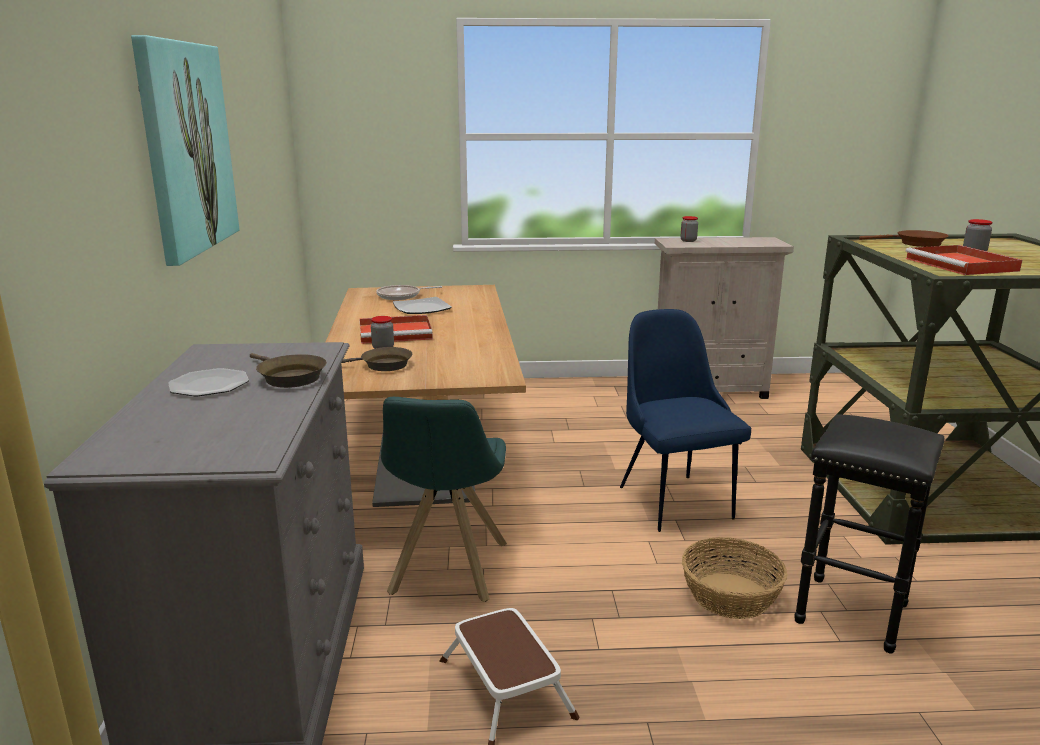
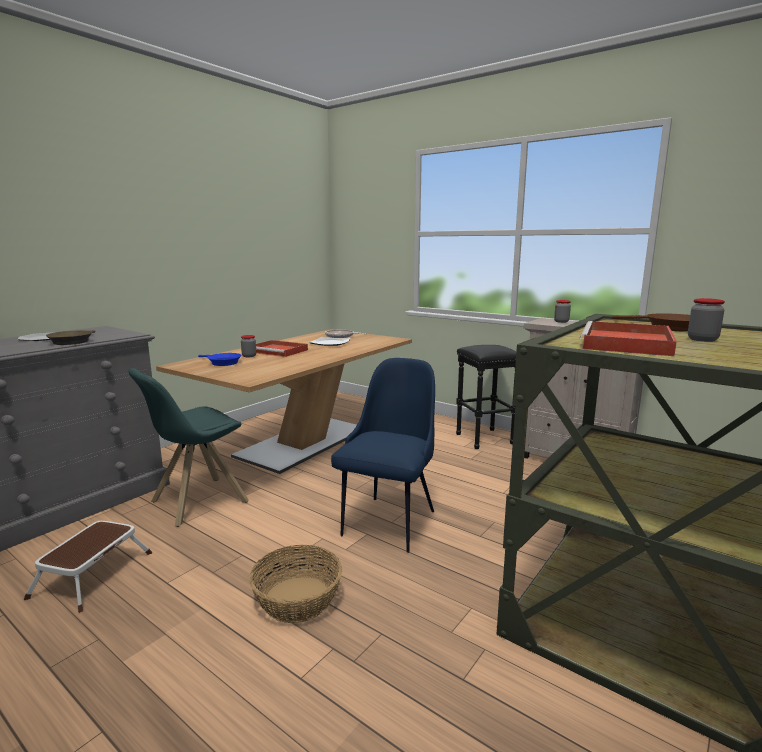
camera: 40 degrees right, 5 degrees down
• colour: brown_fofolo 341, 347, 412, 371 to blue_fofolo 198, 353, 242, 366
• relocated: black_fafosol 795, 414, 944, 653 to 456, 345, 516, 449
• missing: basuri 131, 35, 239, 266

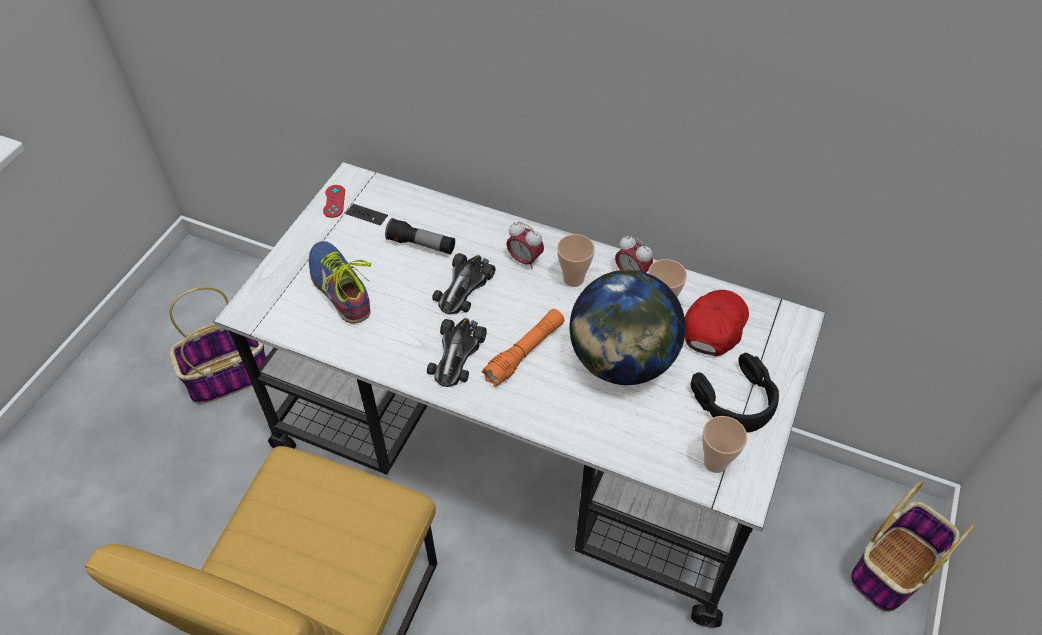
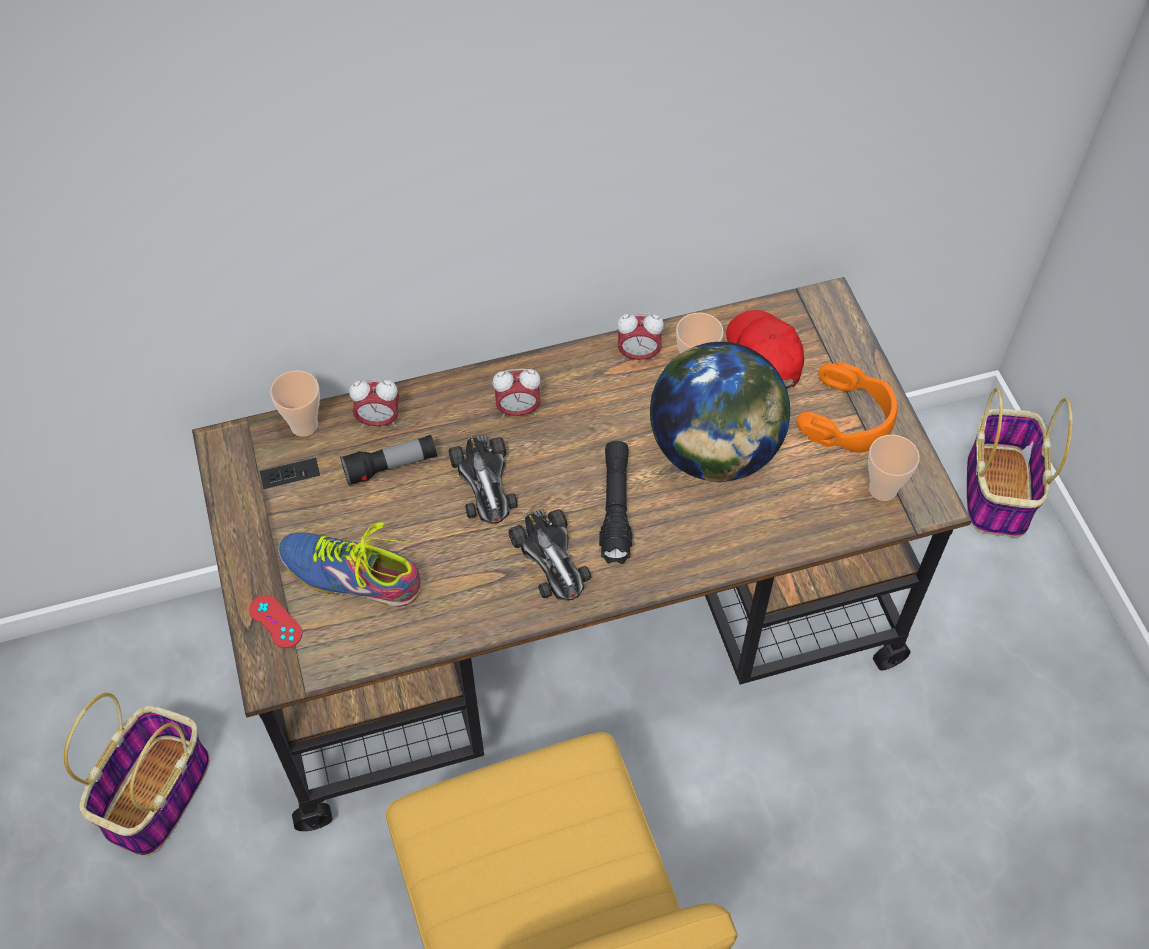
camera: 40 degrees left, 5 degrees up
• colour: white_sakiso 213, 162, 825, 628 to brown_sakiso 192, 277, 972, 831
• relocated: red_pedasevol 323, 185, 345, 218 to 249, 595, 303, 648
• relocated: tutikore 557, 234, 595, 287 to 270, 371, 320, 437
• appeared: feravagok 349, 379, 399, 428
• colour: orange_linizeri 481, 309, 565, 387 to black_linizeri 599, 441, 632, 564
• colour: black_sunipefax 690, 353, 779, 433 to orange_sunipefax 796, 361, 897, 453

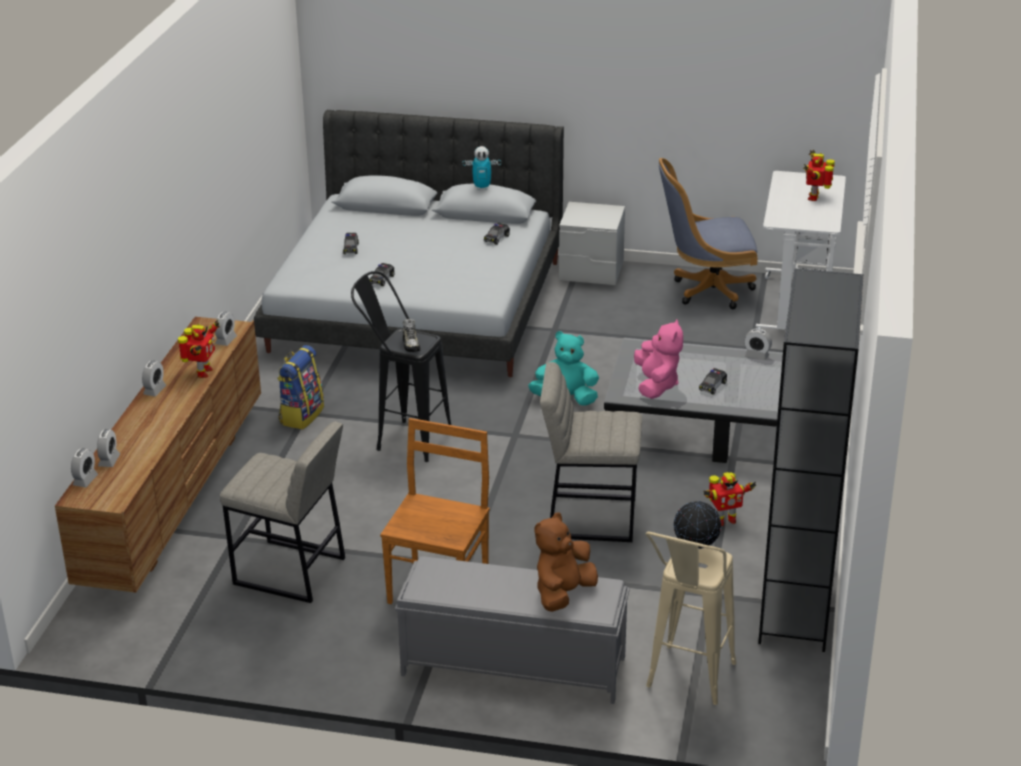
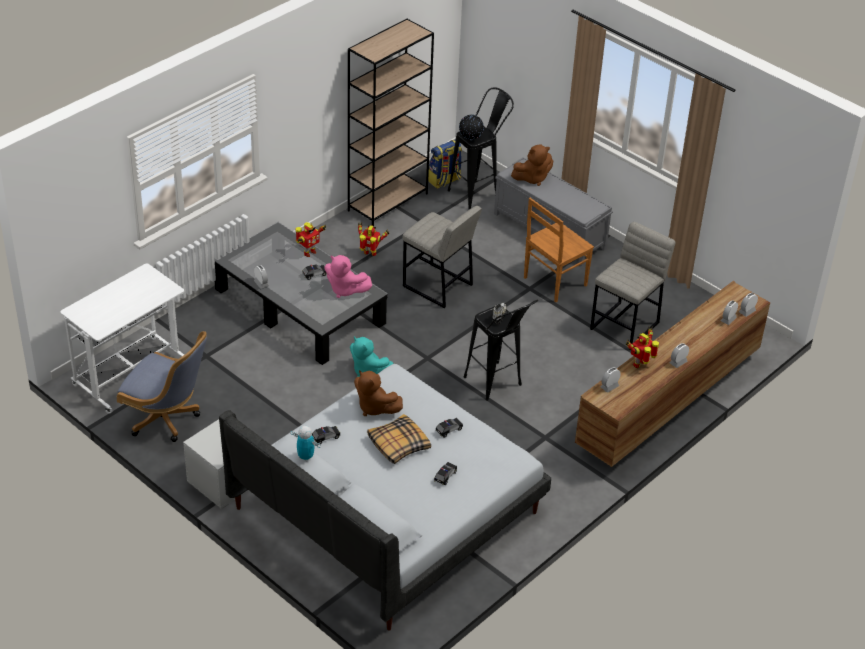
camera: 150 degrees left, 10 degrees up
• relocated: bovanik 803, 150, 835, 201 to 296, 222, 326, 257
• spun: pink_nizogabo 634, 319, 683, 399 = 324, 255, 372, 298 90 degrees counterclockwise
• colour: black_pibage 758, 268, 864, 652 to beige_pibage 348, 19, 434, 227
• appeared: brown_nizogabo 354, 370, 403, 416
• appeared: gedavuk 367, 414, 431, 464
• relocated: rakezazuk 277, 345, 324, 429 to 428, 139, 462, 189
• colour: beige_fafosol 646, 532, 736, 705 to black_fafosol 447, 87, 514, 210
• spun: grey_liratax 220, 421, 345, 603 = 590, 222, 675, 344 75 degrees clockwise

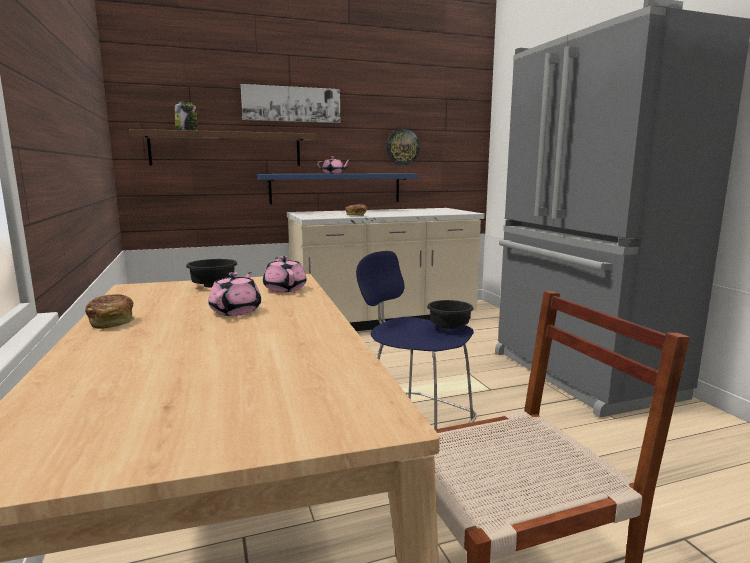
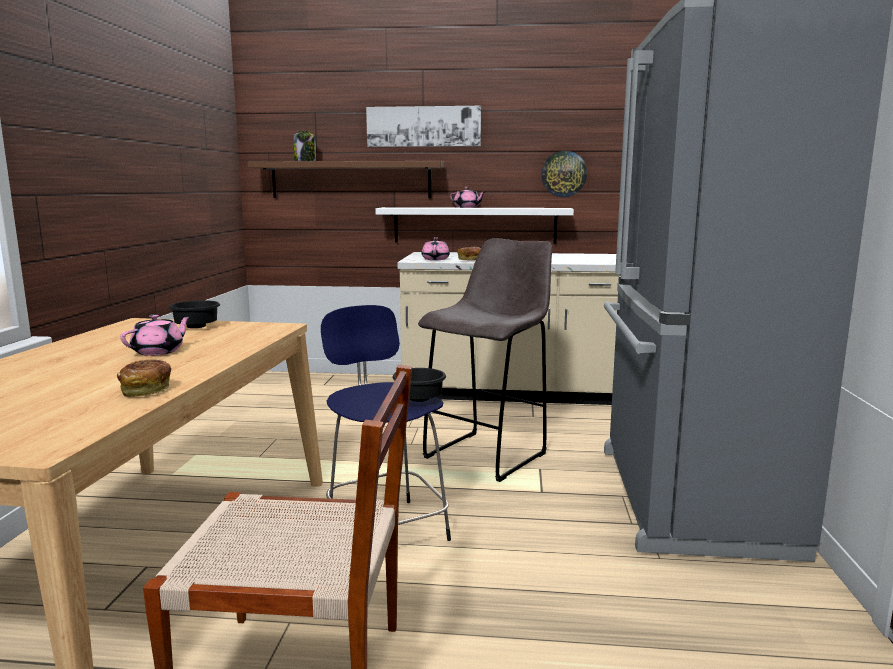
camera: 25 degrees right, 0 degrees up
• relocated: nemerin 85, 294, 134, 329 to 117, 360, 171, 397
• colour: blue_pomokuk 257, 174, 418, 204 to white_pomokuk 375, 207, 574, 244
• appeared: grey_fafosol 418, 238, 552, 482
• relocated: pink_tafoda 263, 256, 306, 292 to 422, 237, 450, 260

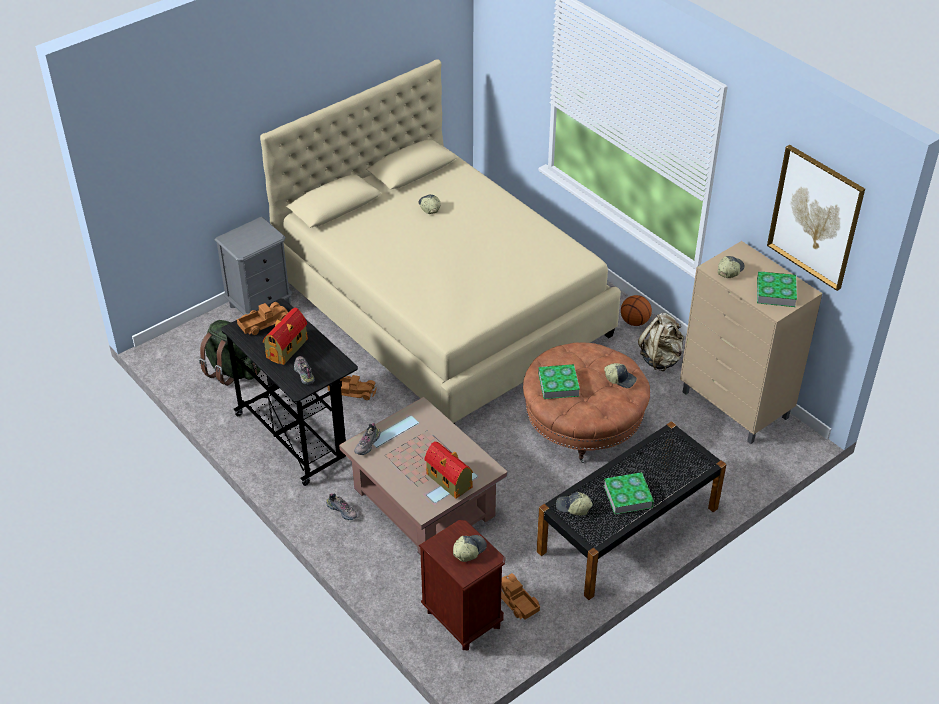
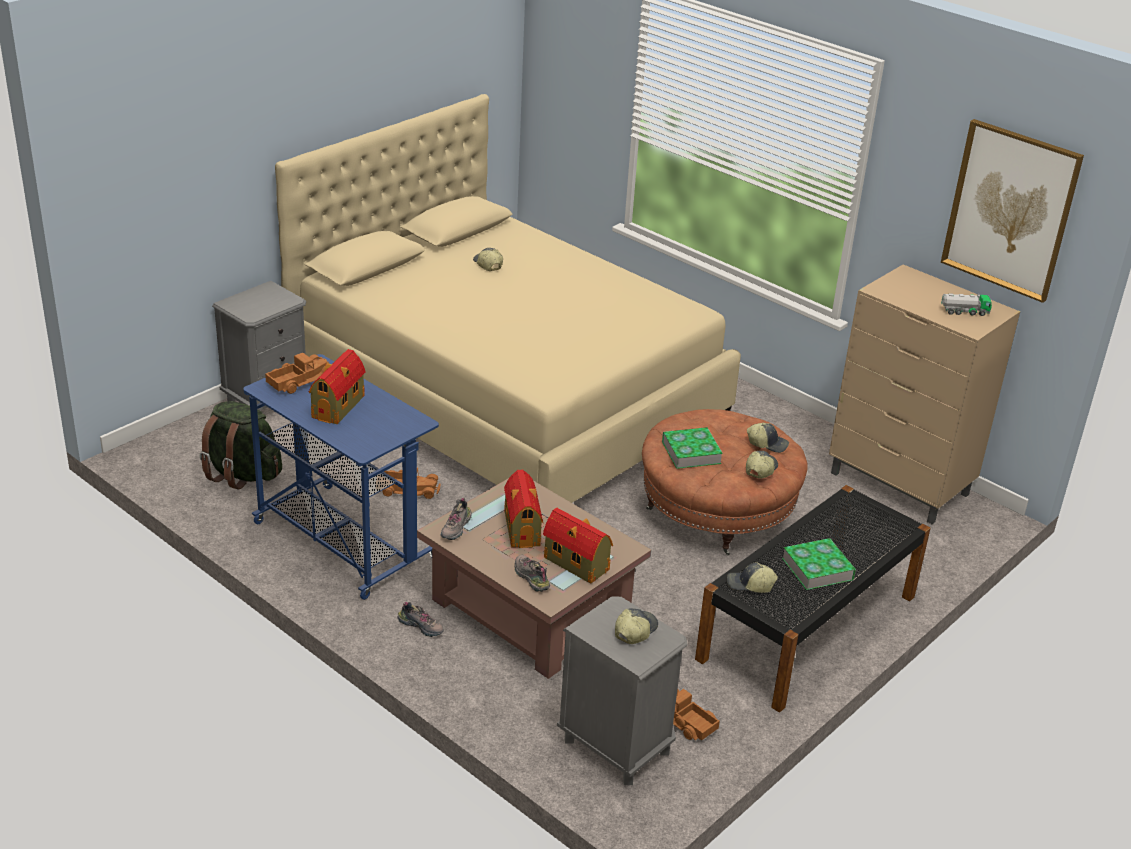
camera: 10 degrees left, 10 degrees down
• colour: black_sakiso 221, 298, 358, 486 to blue_sakiso 243, 354, 439, 600
• appeared: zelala 504, 470, 543, 548
• relocated: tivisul 294, 356, 315, 385 to 515, 555, 550, 592
• colour: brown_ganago 419, 520, 505, 651 to grey_ganago 557, 596, 688, 785
• relocated: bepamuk 718, 256, 745, 278 to 746, 451, 778, 479
• exchanged: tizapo 757, 271, 797, 307 to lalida 941, 293, 992, 316
• missing: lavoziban 621, 295, 652, 326
• missing: beige_rakezazuk 638, 313, 684, 371

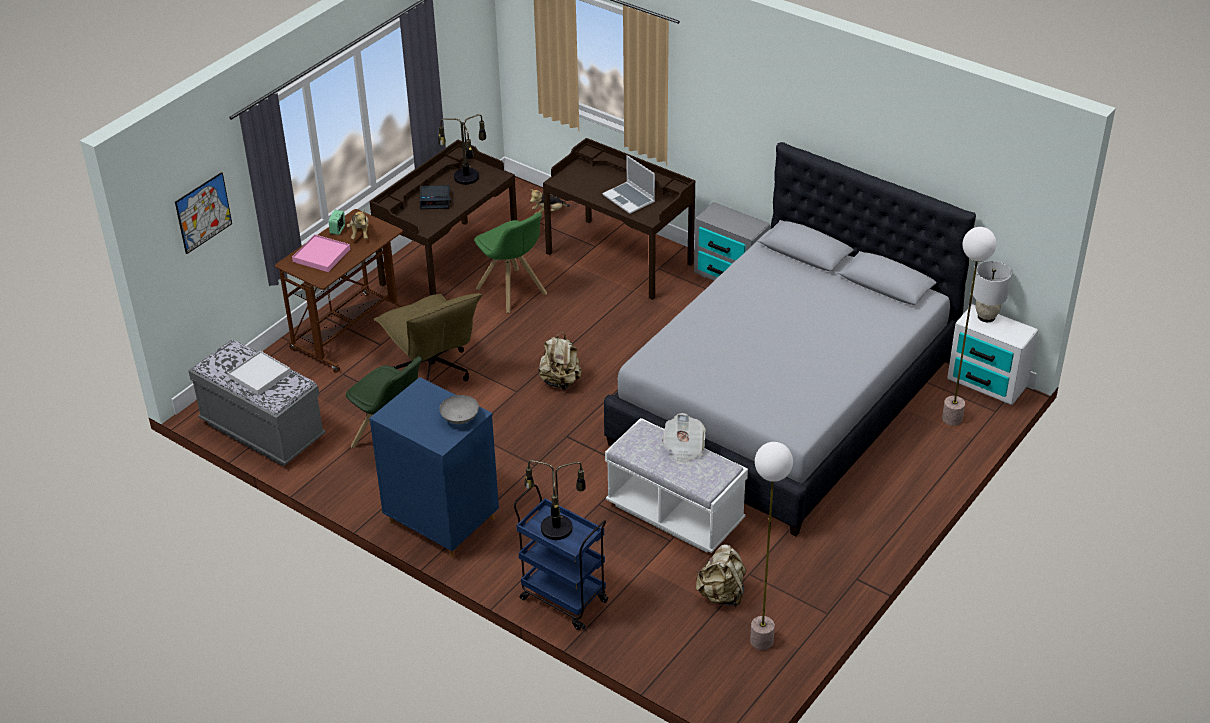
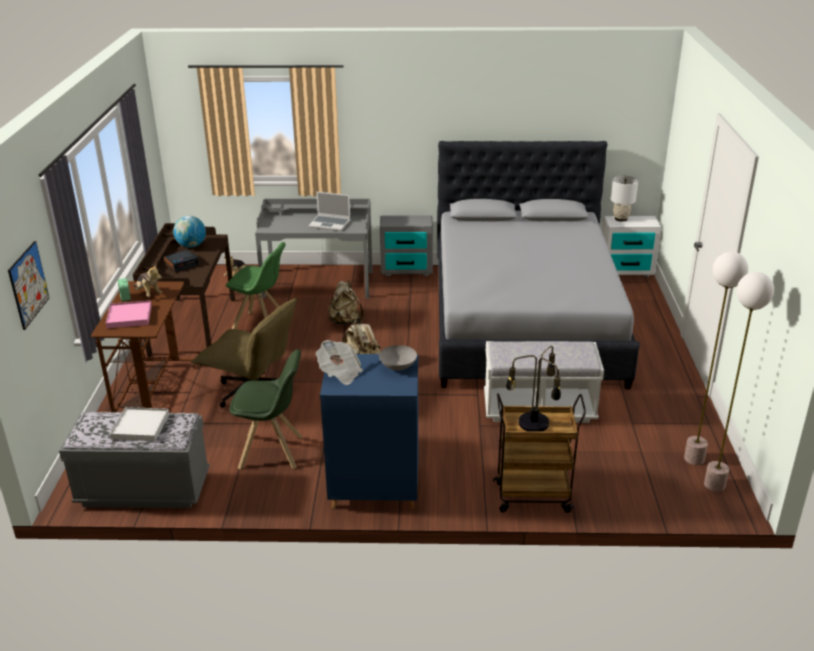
camera: 35 degrees left, 10 degrees down
• exchanged: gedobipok 438, 114, 486, 185 to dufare 173, 216, 206, 248
• colour: brown_sakiso 543, 138, 695, 300 to grey_sakiso 255, 198, 373, 298
• relocated: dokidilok 662, 413, 706, 464 to 316, 340, 363, 385
• relocated: beige_rakezazuk 696, 544, 746, 607 to 328, 281, 364, 325
• colour: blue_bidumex 514, 484, 608, 630 to brown_bidumex 493, 393, 586, 513
• relocated: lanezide 942, 227, 996, 426 to 704, 272, 774, 492

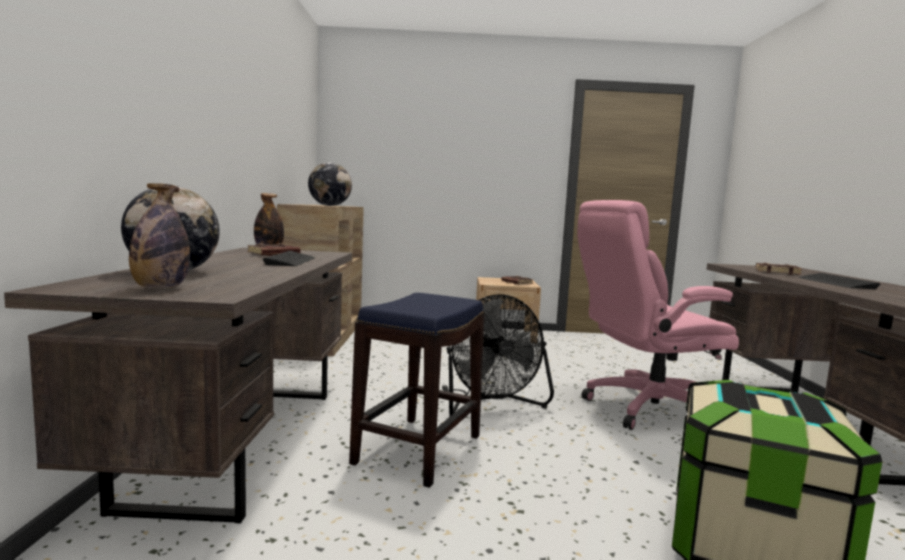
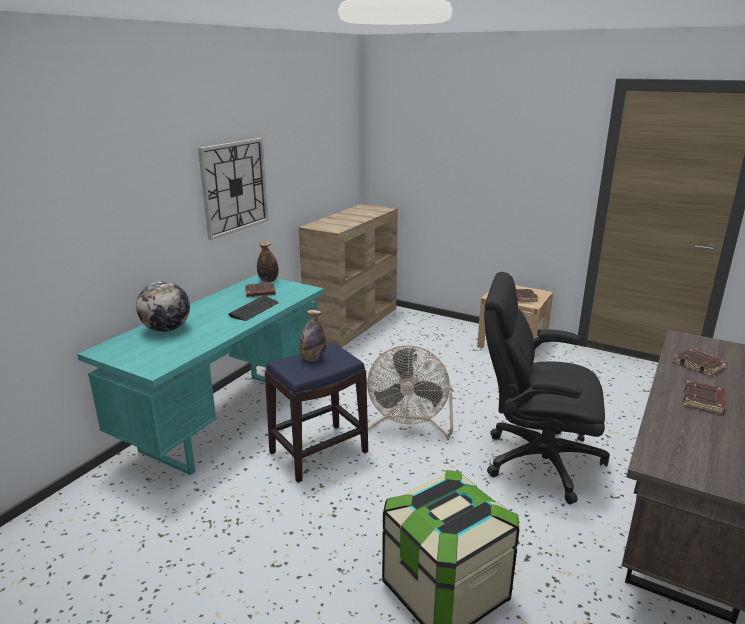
camera: 30 degrees right, 15 degrees up
• colour: brown_sakiso 4, 247, 352, 524 to turquoise_sakiso 77, 274, 324, 475
• appeared: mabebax 198, 138, 268, 240
• relocated: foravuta 129, 183, 190, 289 to 299, 310, 326, 361
• colour: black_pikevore 442, 294, 554, 417 to beige_pikevore 367, 345, 453, 439
• colour: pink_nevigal 578, 200, 739, 430 to black_nevigal 484, 272, 610, 505
• exchanged: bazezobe 798, 273, 881, 289 to brown_tizapo 683, 381, 725, 414
• missing: dufare 308, 162, 352, 206

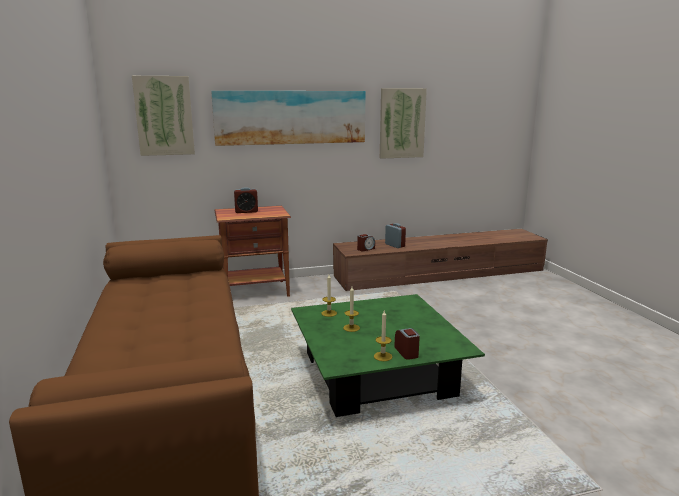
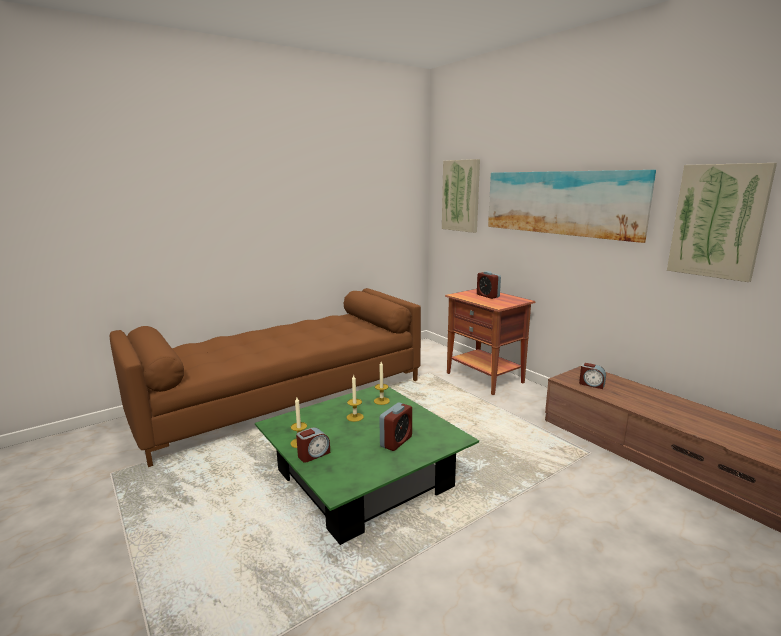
camera: 70 degrees right, 0 degrees up
• relocated: feravagok 385, 223, 406, 248 to 379, 403, 412, 451

